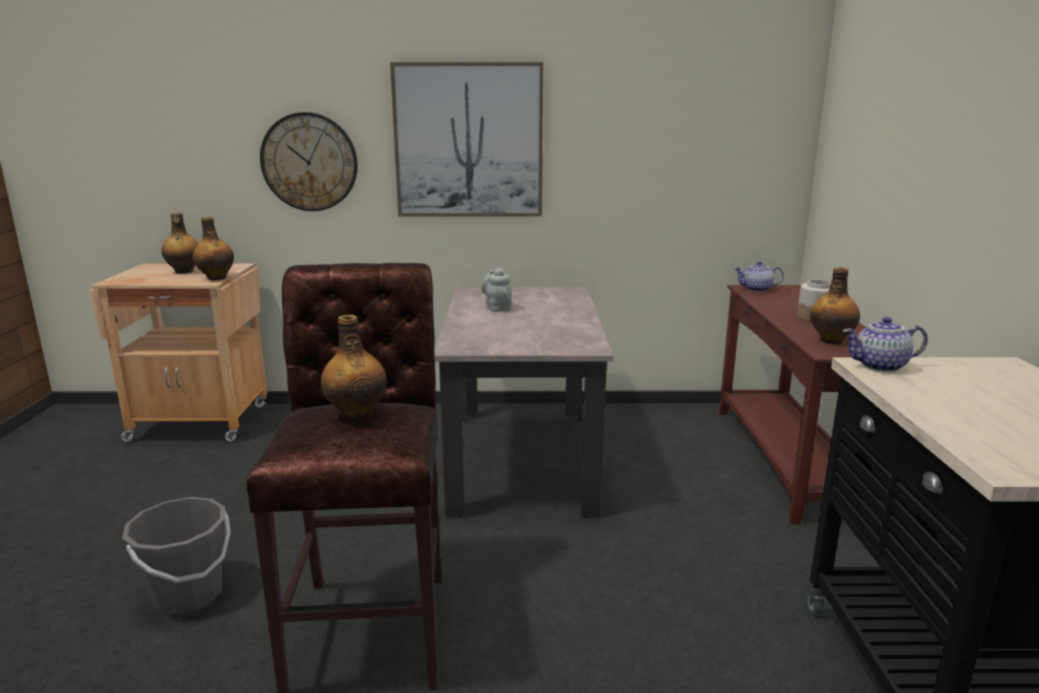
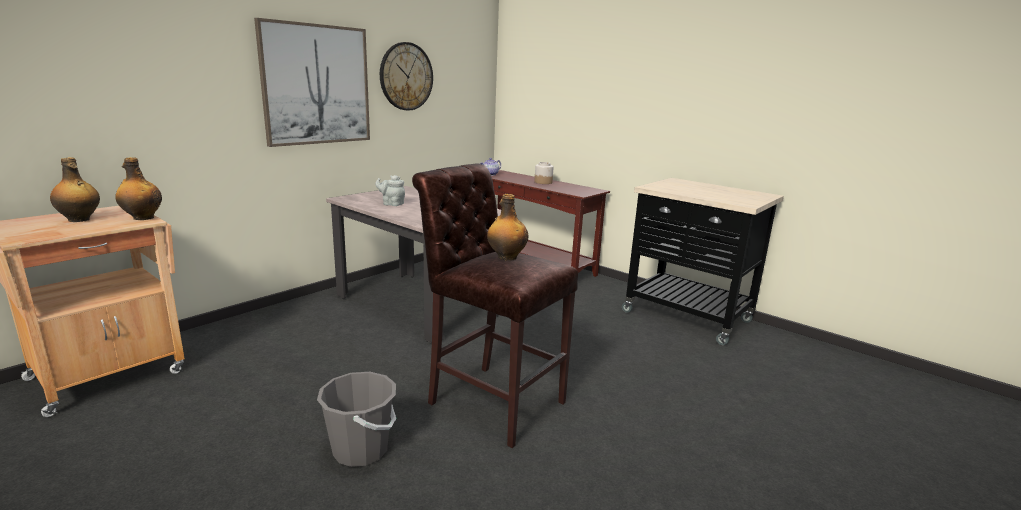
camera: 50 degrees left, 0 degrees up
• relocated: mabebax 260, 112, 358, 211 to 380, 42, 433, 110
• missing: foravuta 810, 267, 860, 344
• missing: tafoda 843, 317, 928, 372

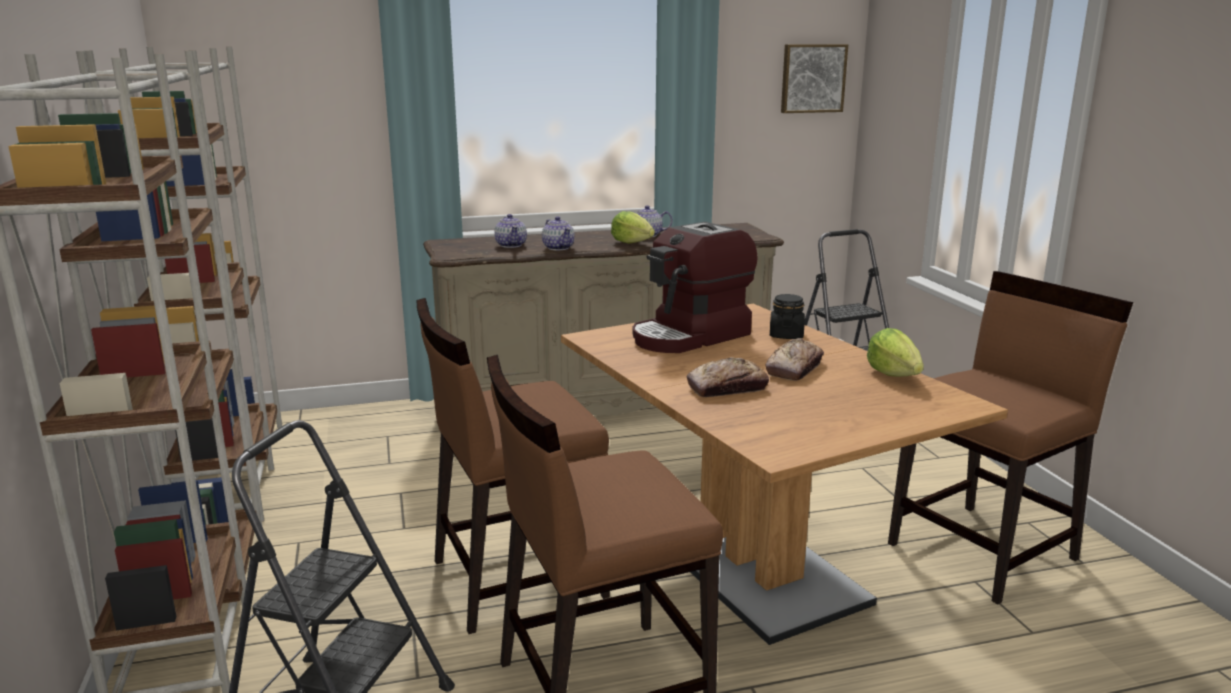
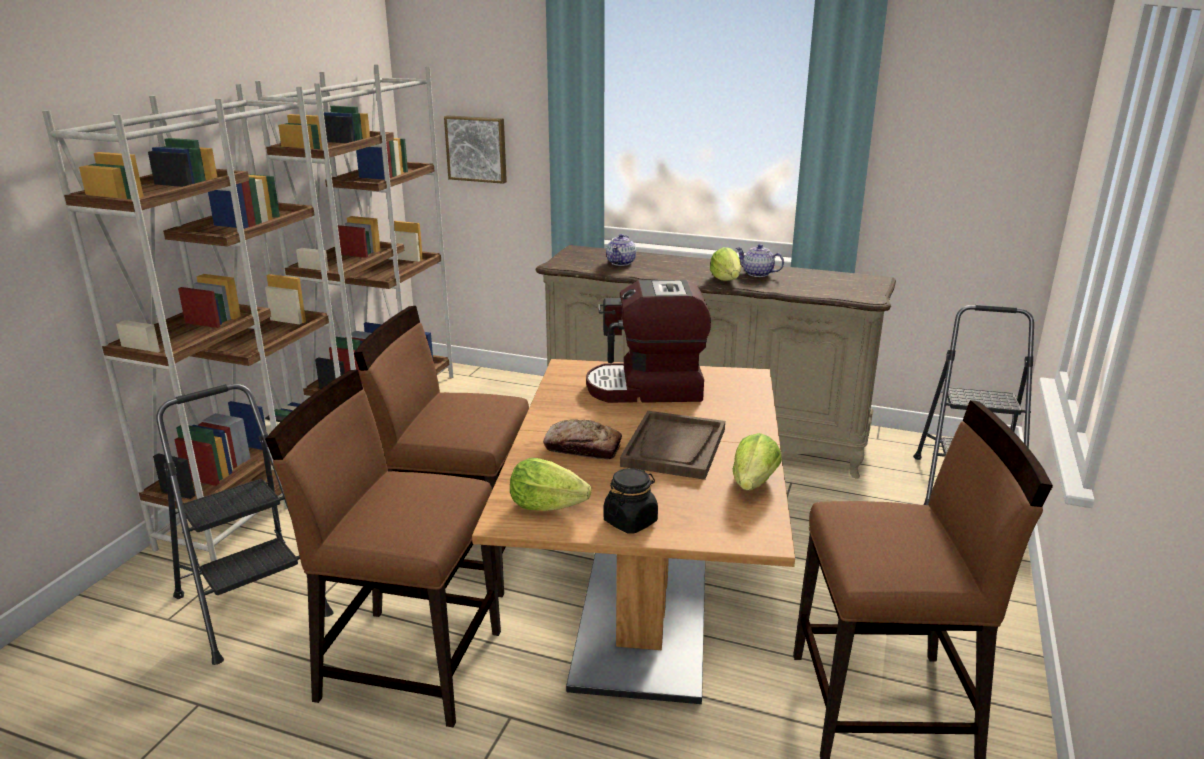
camera: 35 degrees right, 5 degrees up
• relocated: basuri 781, 44, 848, 113 to 444, 115, 507, 184
• appeared: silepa 510, 458, 591, 511
• relocated: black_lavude 770, 294, 805, 339 to 604, 468, 658, 534
• exchanged: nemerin 765, 338, 824, 381 to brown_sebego 620, 411, 725, 480
• missing: tafoda 542, 216, 575, 250

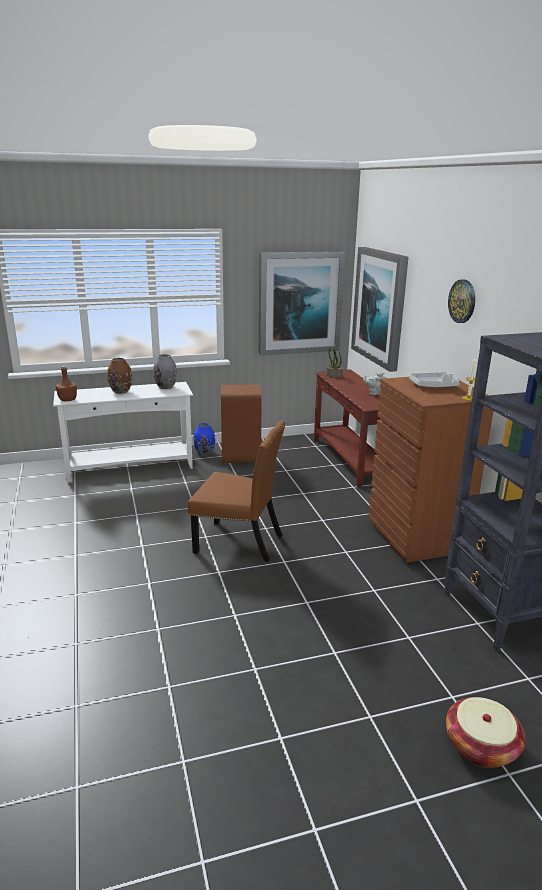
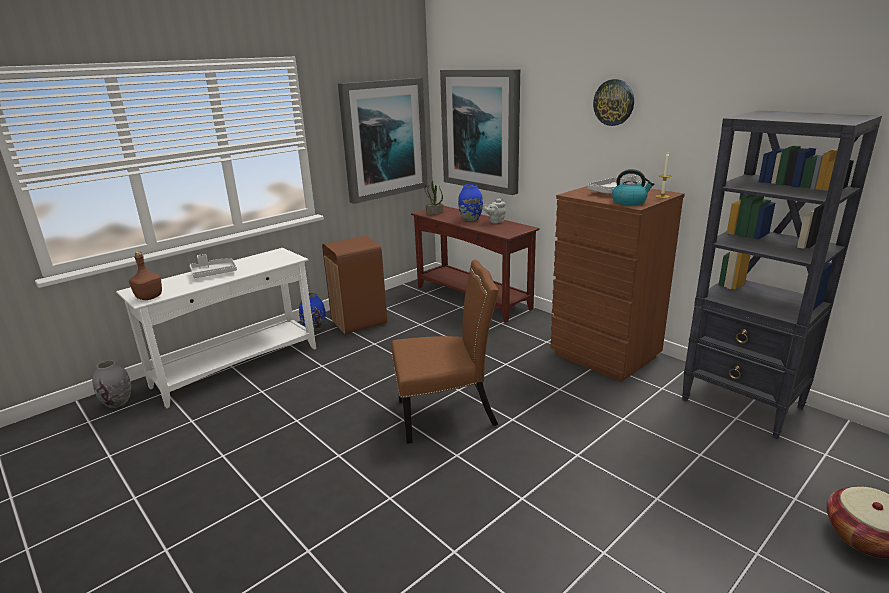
camera: 25 degrees left, 0 degrees up
• relocated: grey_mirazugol 153, 354, 177, 389 to 92, 360, 131, 408
• exchanged: brown_mirazugol 107, 358, 132, 394 to grey_sebego 190, 254, 237, 278
• appeared: blue_mirazugol 458, 184, 483, 221
• appeared: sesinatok 612, 169, 654, 205

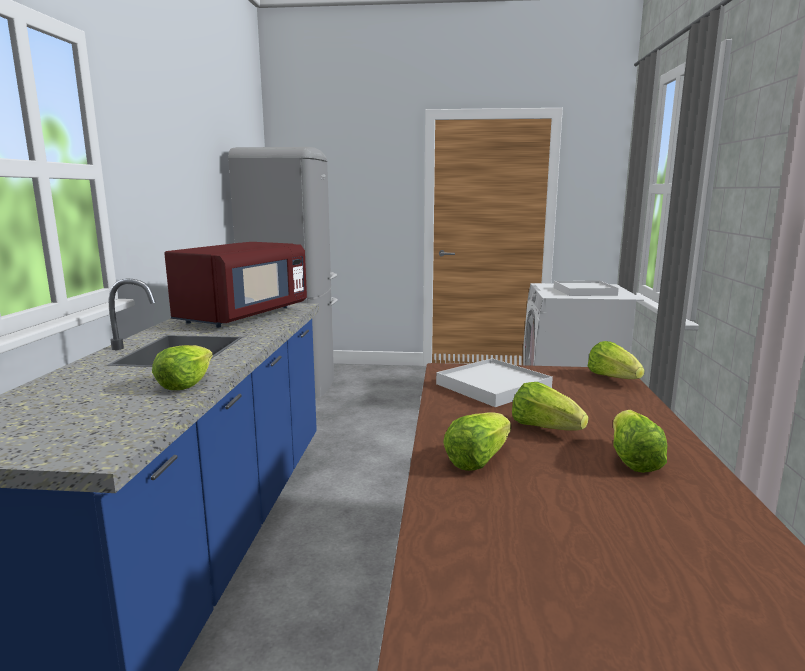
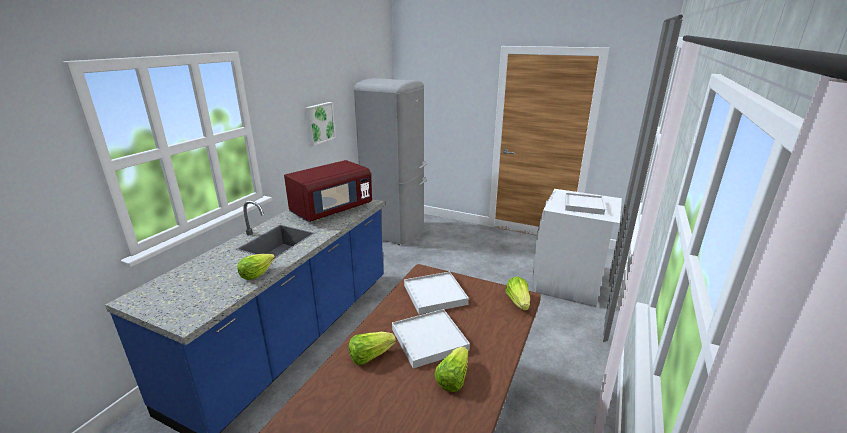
camera: 20 degrees right, 10 degrees up
• appeared: basuri 305, 102, 336, 146
• exchanged: silepa 512, 382, 588, 431 to white_sebego 392, 309, 470, 368

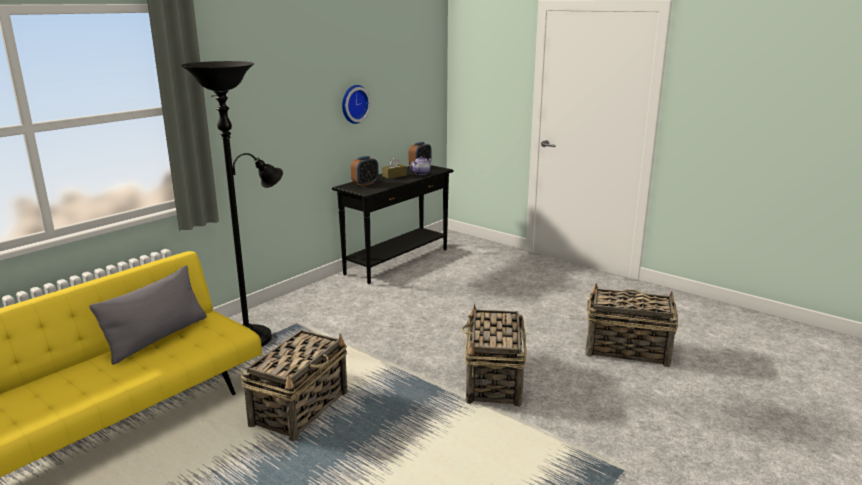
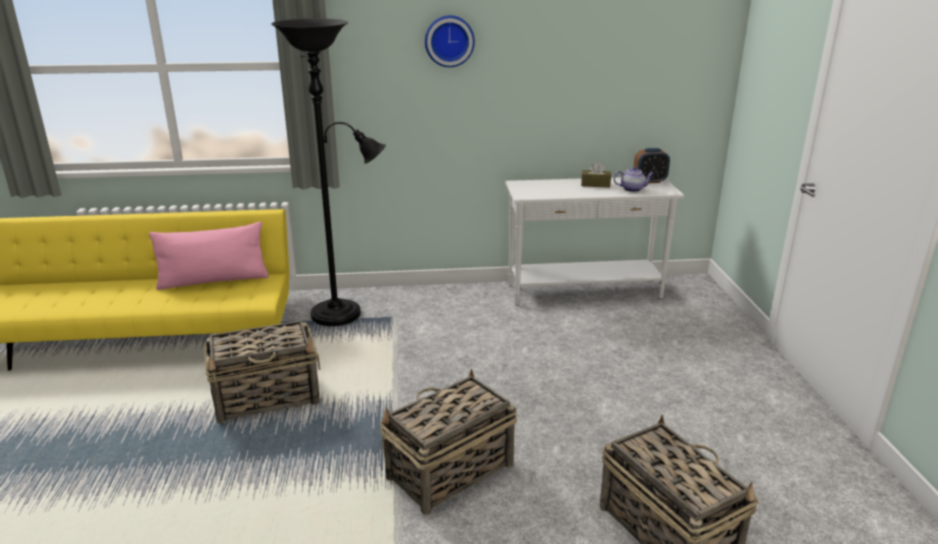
camera: 45 degrees right, 5 degrees up
• colour: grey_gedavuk 89, 265, 207, 365 to pink_gedavuk 149, 222, 269, 290
• relocated: mabebax 342, 85, 371, 124 to 425, 15, 475, 67
• colour: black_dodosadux 332, 165, 454, 284 to white_dodosadux 506, 177, 684, 305
• missing: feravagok 351, 156, 378, 186

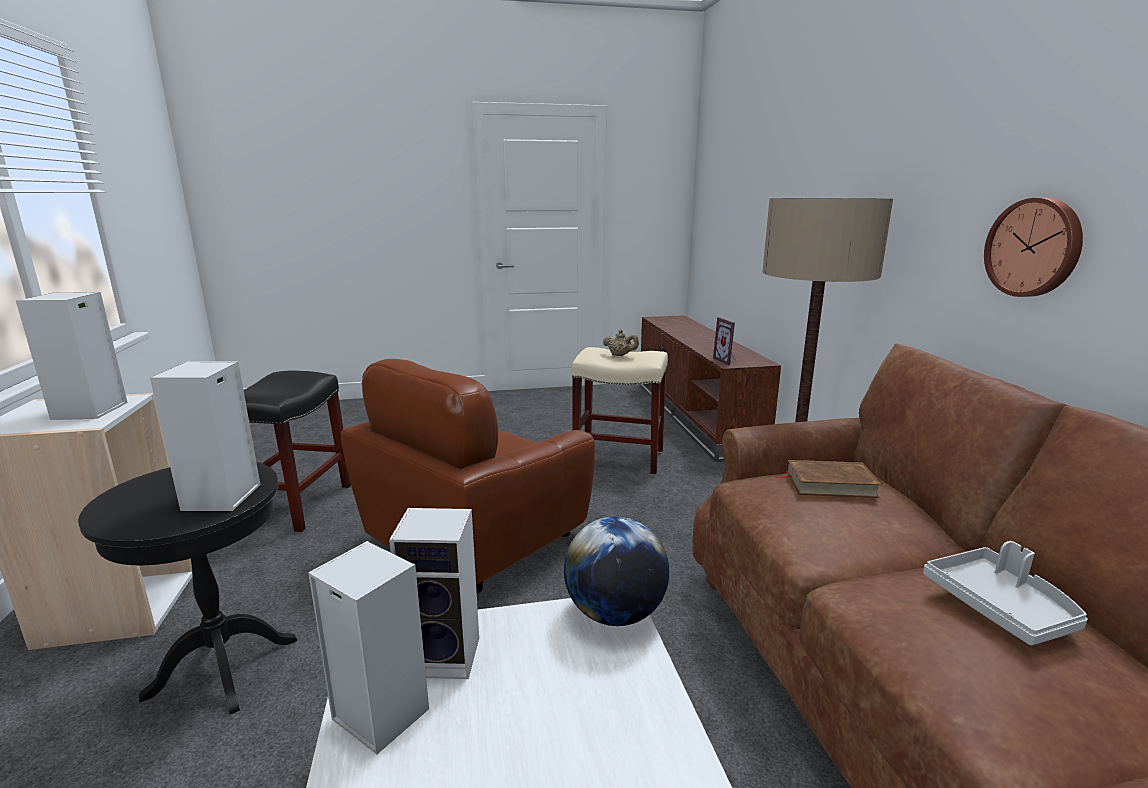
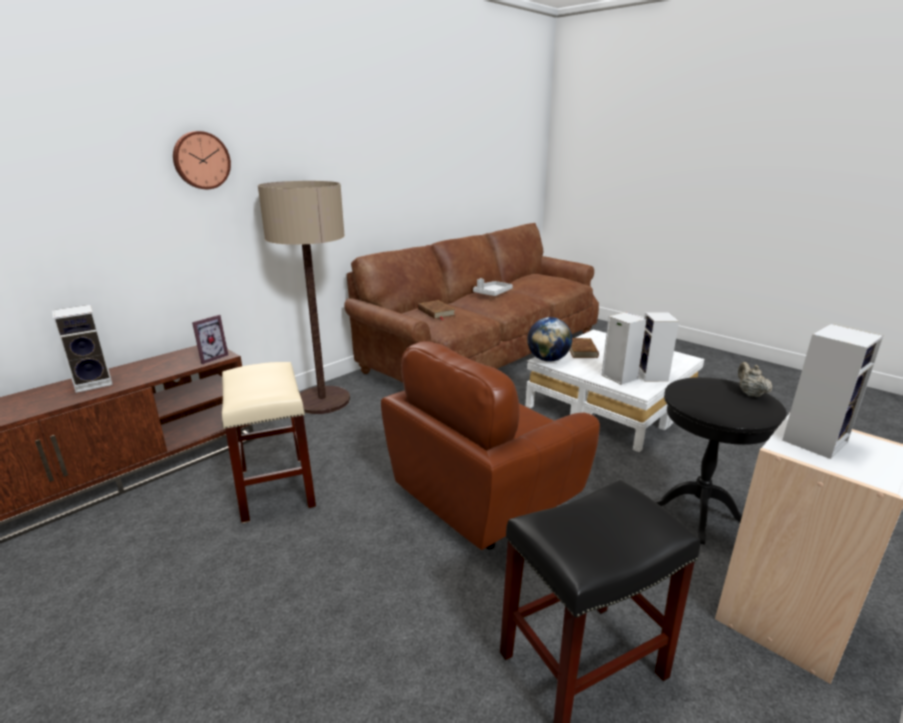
camera: 125 degrees left, 5 degrees up
• relocated: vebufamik 150, 362, 260, 511 to 52, 305, 113, 393
• relocated: mabebax 984, 197, 1083, 297 to 173, 131, 231, 189
• spun: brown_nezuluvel 341, 359, 595, 593 = 381, 341, 600, 550 135 degrees clockwise
• appeared: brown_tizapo 570, 338, 599, 358
• relocated: beige_tafoda 603, 330, 639, 356 to 738, 362, 772, 397

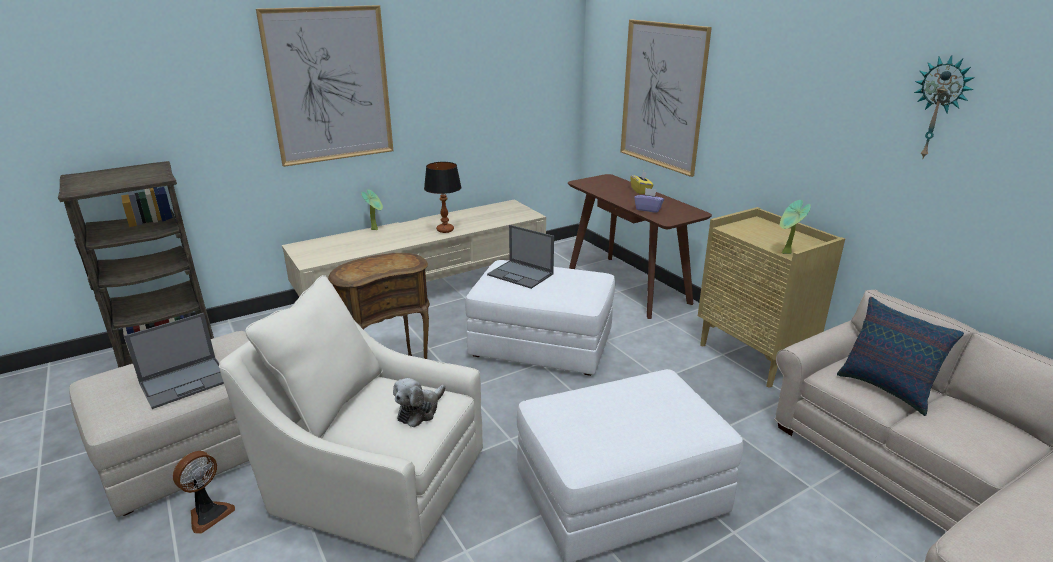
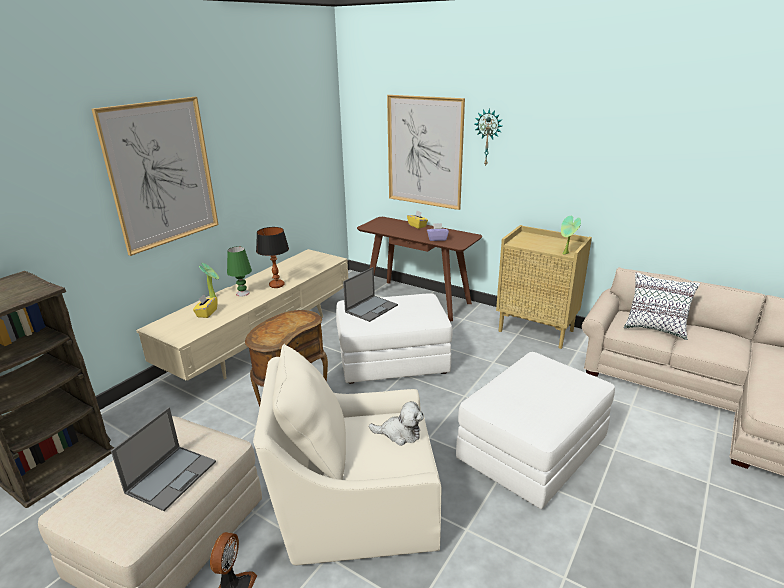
camera: 25 degrees left, 0 degrees up
• appeared: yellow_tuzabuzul 193, 294, 217, 318
• appeared: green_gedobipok 227, 246, 252, 297
• spun: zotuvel 487, 225, 554, 289 = 343, 267, 398, 322 60 degrees counterclockwise
• spun: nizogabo 393, 378, 446, 427 = 369, 401, 424, 446 90 degrees counterclockwise
• relocated: mabebax 914, 55, 975, 160 to 475, 108, 502, 166
• colour: blue_gedavuk 837, 297, 964, 416 to white_gedavuk 624, 272, 700, 340

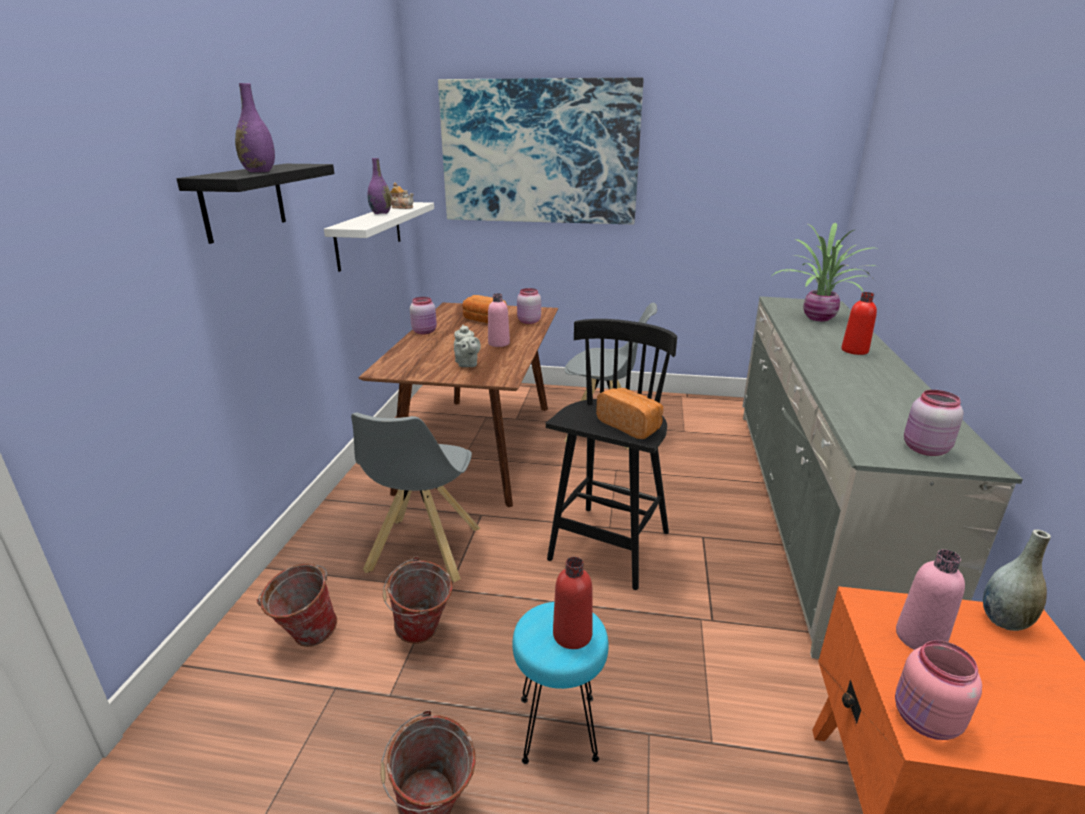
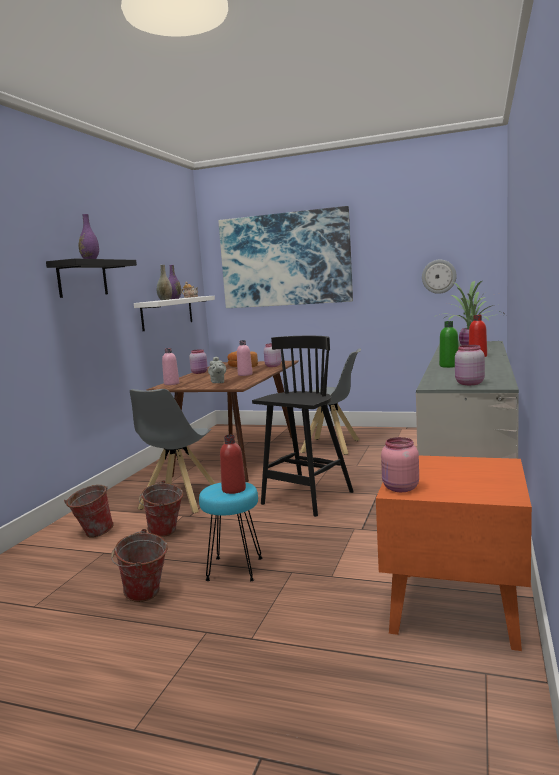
camera: 10 degrees right, 15 degrees down
• relocated: grey_mirazugol 983, 529, 1051, 631 to 157, 265, 172, 300
• relocated: pink_foravuta 896, 549, 965, 650 to 162, 348, 179, 385
• appeared: mabebax 422, 260, 457, 294
• appeared: green_foravuta 439, 321, 459, 368
• missing: nemerin 596, 388, 663, 439

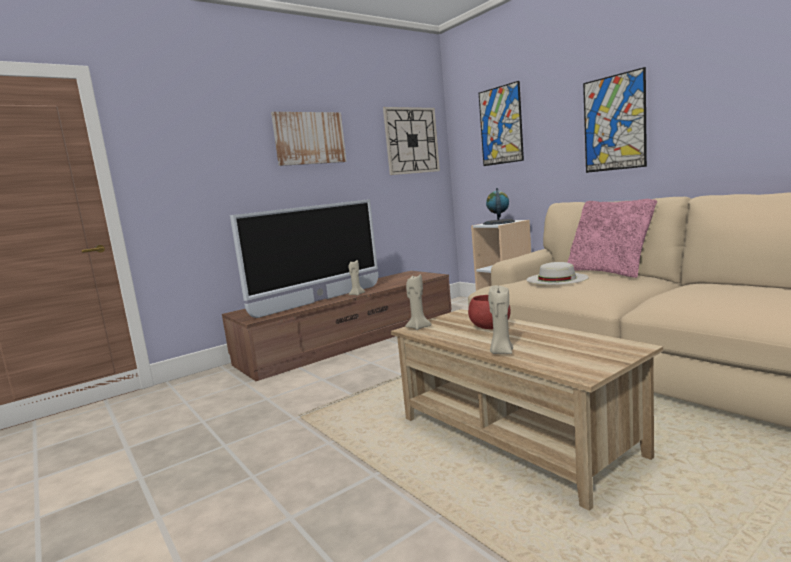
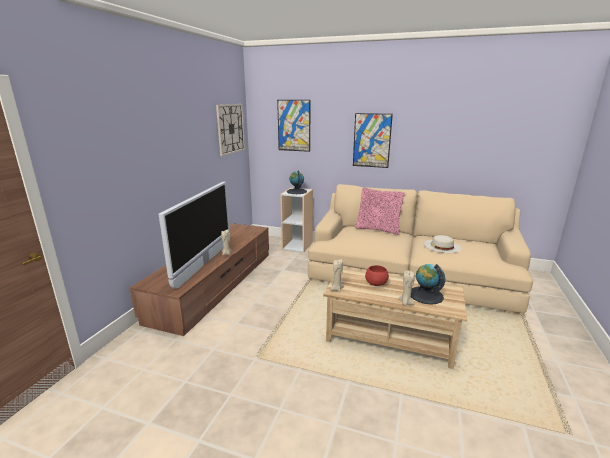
camera: 35 degrees left, 10 degrees up
• appeared: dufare 411, 264, 445, 305
• relocated: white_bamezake 527, 262, 589, 285 to 424, 235, 462, 253
• missing: basuri 271, 112, 347, 166

